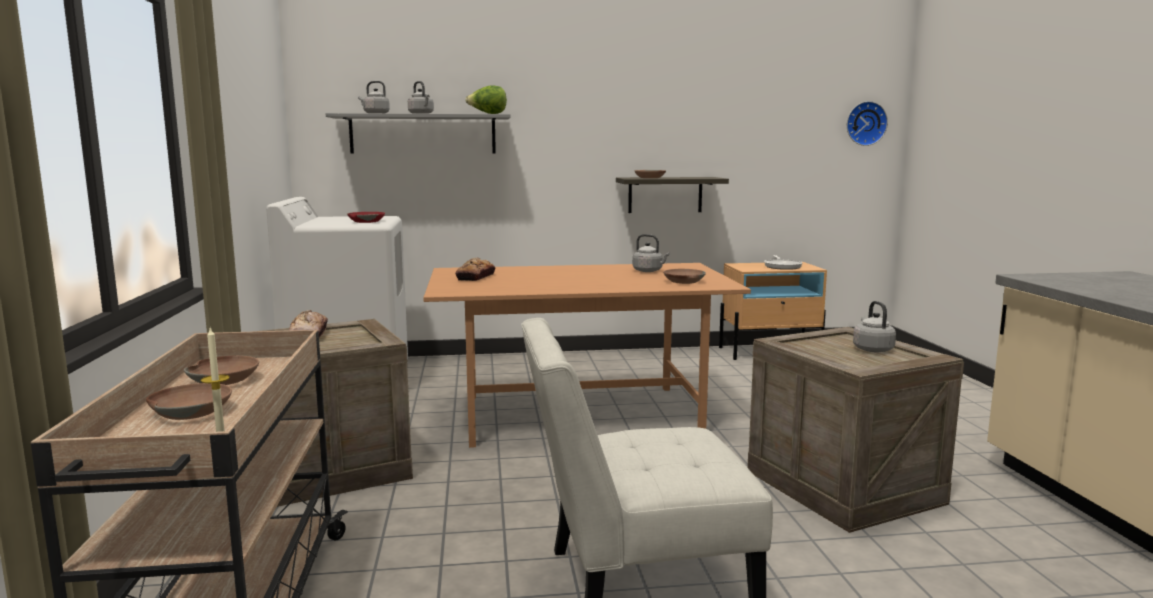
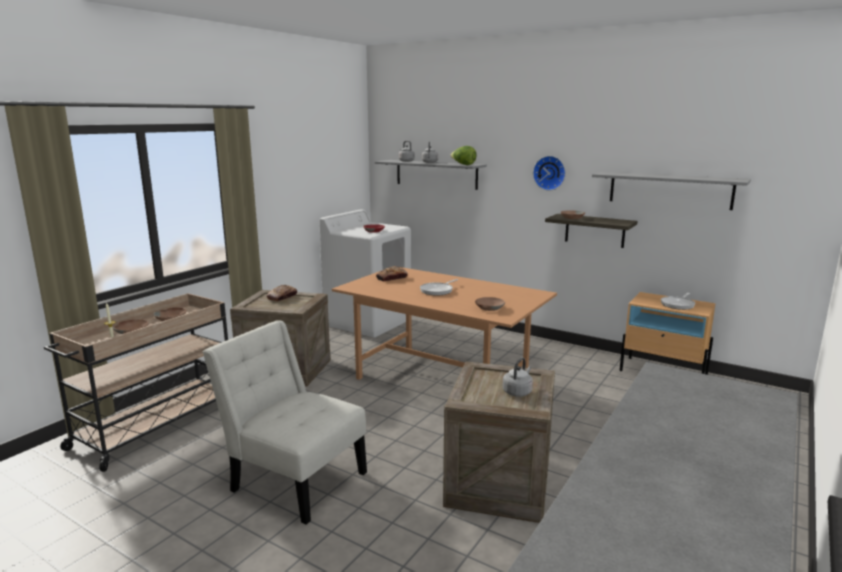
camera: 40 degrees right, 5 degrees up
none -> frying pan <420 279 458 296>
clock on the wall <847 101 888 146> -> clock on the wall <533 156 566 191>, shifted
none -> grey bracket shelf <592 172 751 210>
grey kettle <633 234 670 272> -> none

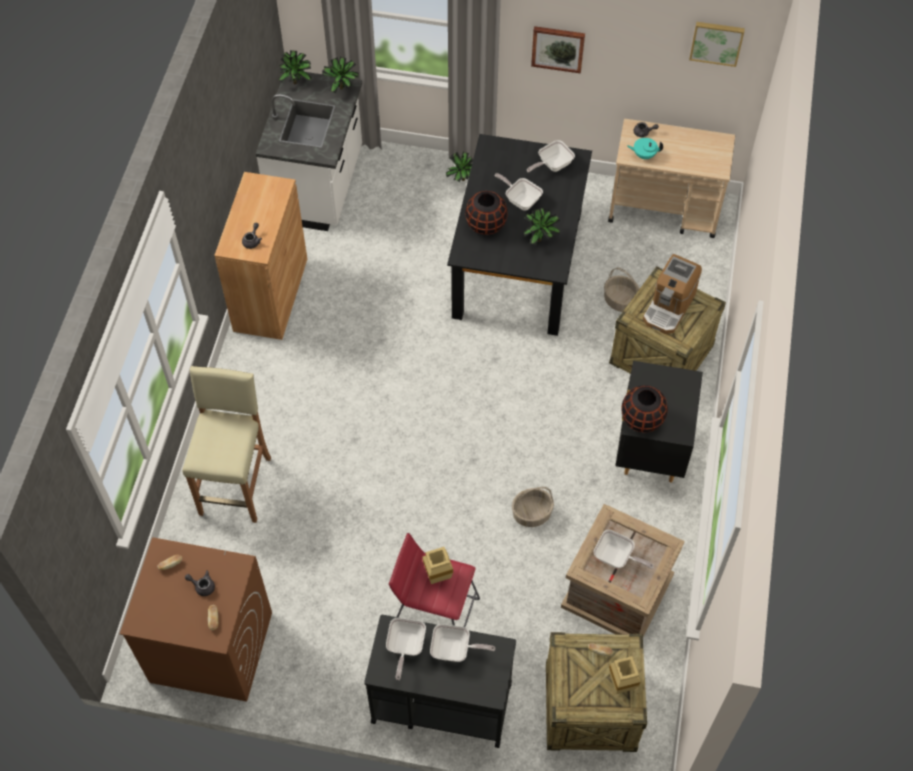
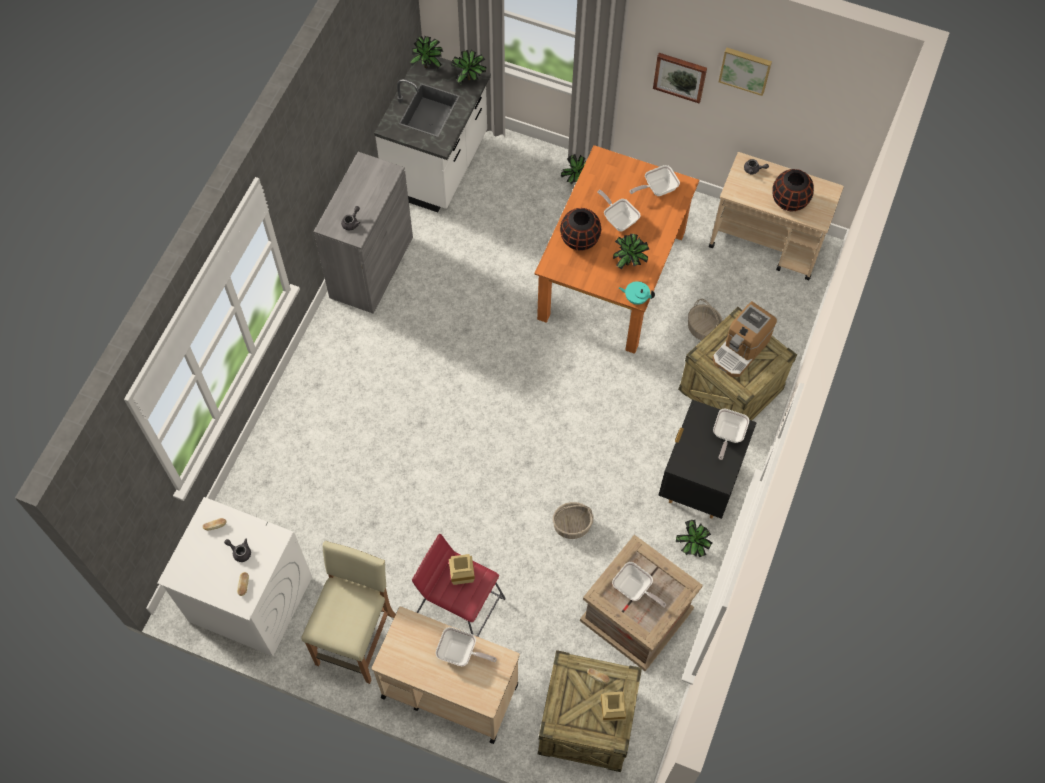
camera: 10 degrees right, 5 degrees up
brown-coloured laundry machine <120 537 272 702> -> white laundry machine <157 497 312 656>
sand-coloured sitting stool <182 366 271 523> -> sand-coloured sitting stool <301 541 396 684>, shifted
brown-coloured cupboard <214 172 307 340> -> grey cupboard <314 152 413 314>
black-coloured cart <364 615 516 748> -> sand-coloured cart <371 607 520 744>
black-coloured dining table <447 134 592 336> -> orangey dining table <534 145 699 354>
turquoise-coloured pot for tea <627 138 663 160> -> turquoise-coloured pot for tea <619 281 655 305>, shifted
none -> plant in a pot <676 520 713 557>
frying pan <386 618 426 680> -> frying pan <713 408 749 460>, shifted
picture <689 22 745 67> -> picture <719 48 772 96>, shifted
black-coloured decorative vase <621 385 668 433> -> black-coloured decorative vase <772 169 814 211>, shifted

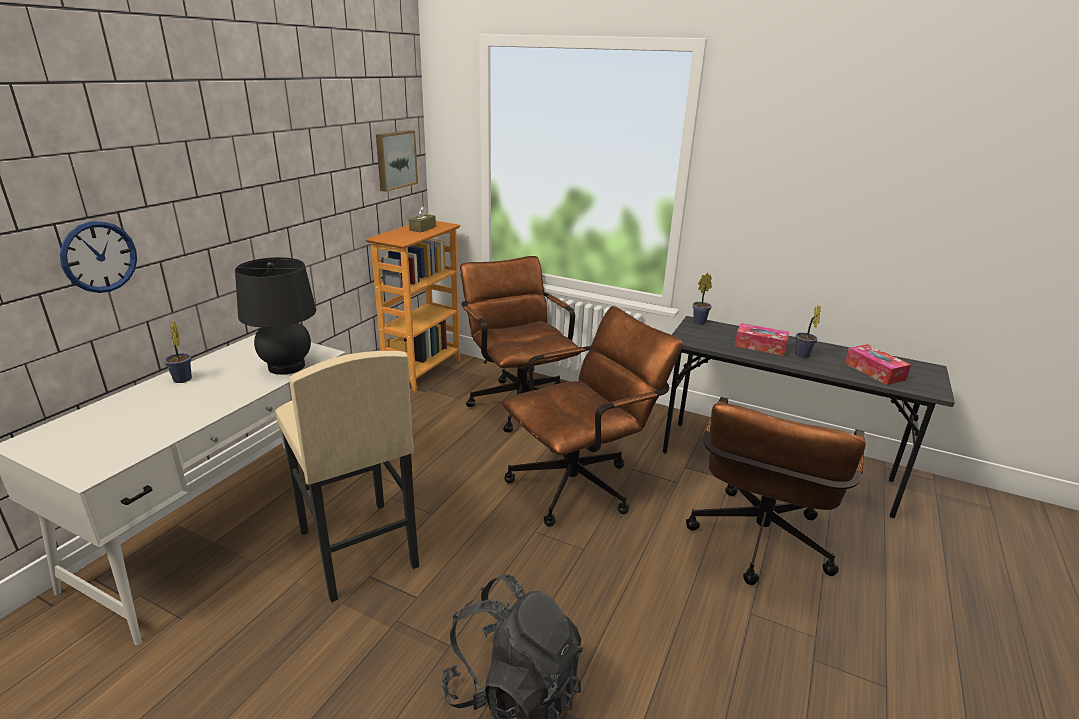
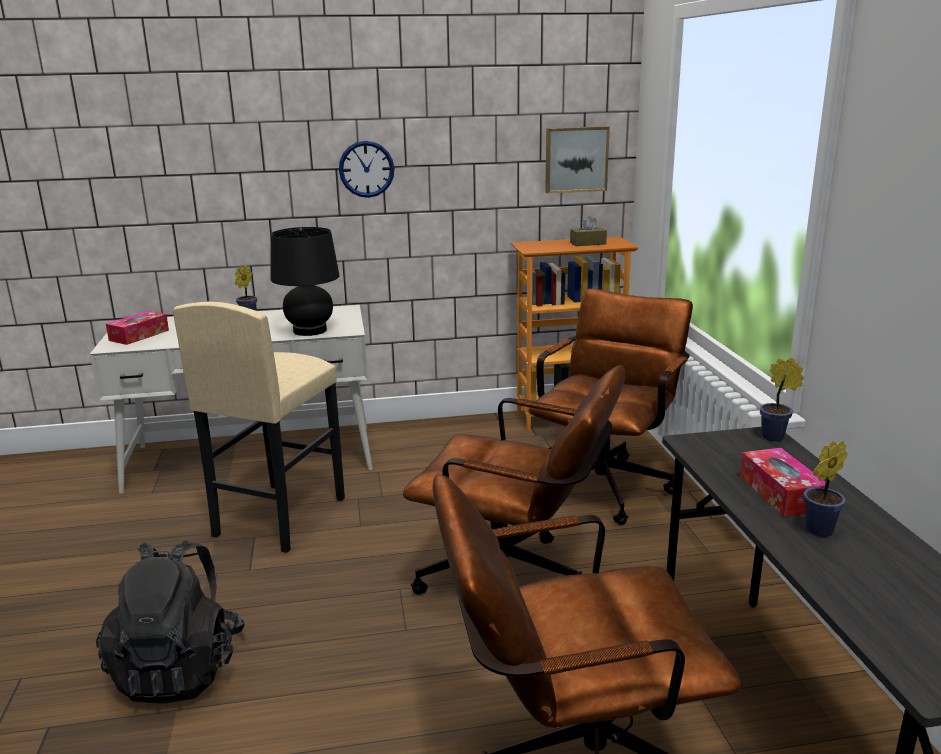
camera: 55 degrees right, 5 degrees down
tissue box <845 344 911 385> -> tissue box <106 311 169 345>, shifted
clock on the wall <60 221 137 293> -> clock on the wall <339 141 394 198>, shifted

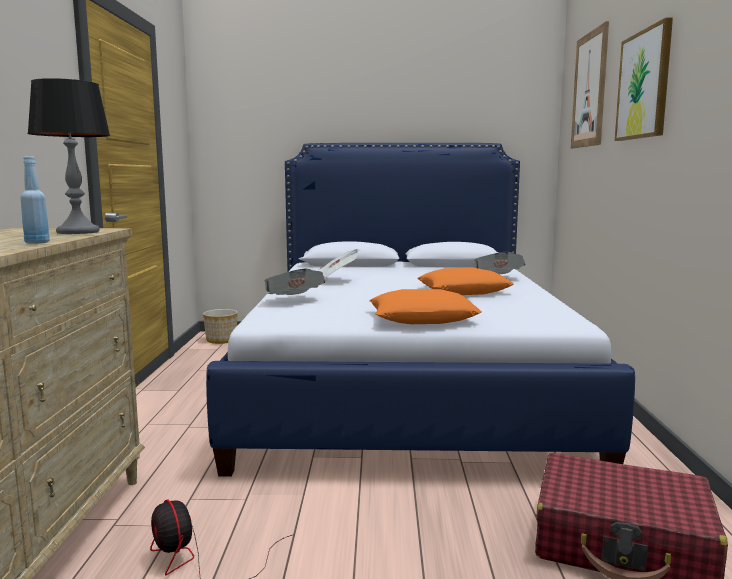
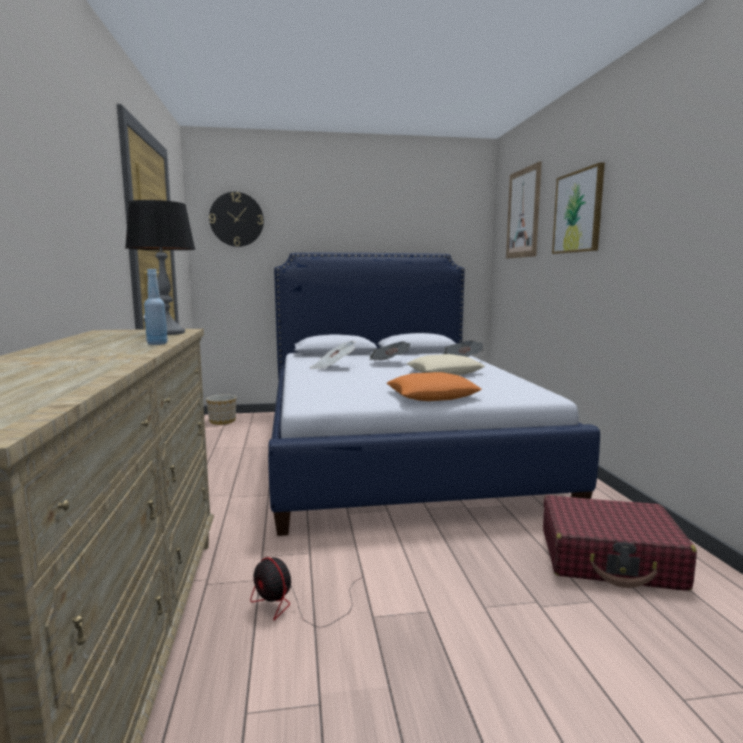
camera: 10 degrees left, 0 degrees up
none -> clock on the wall <209 192 264 247>
newspaper <264 269 326 295> -> newspaper <369 341 411 360>, shifted
orangey pillow <417 268 514 295> -> sand-coloured pillow <406 354 485 375>

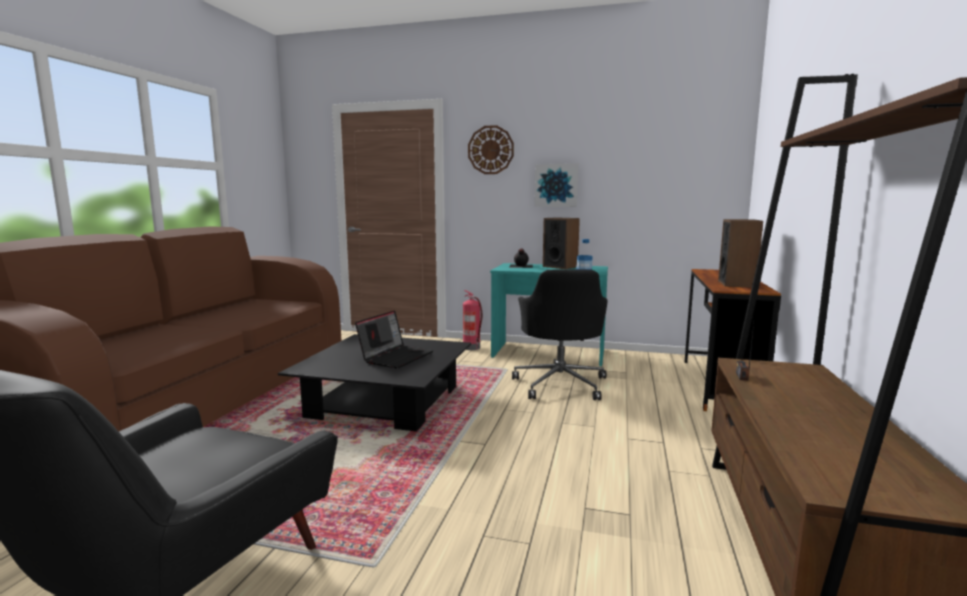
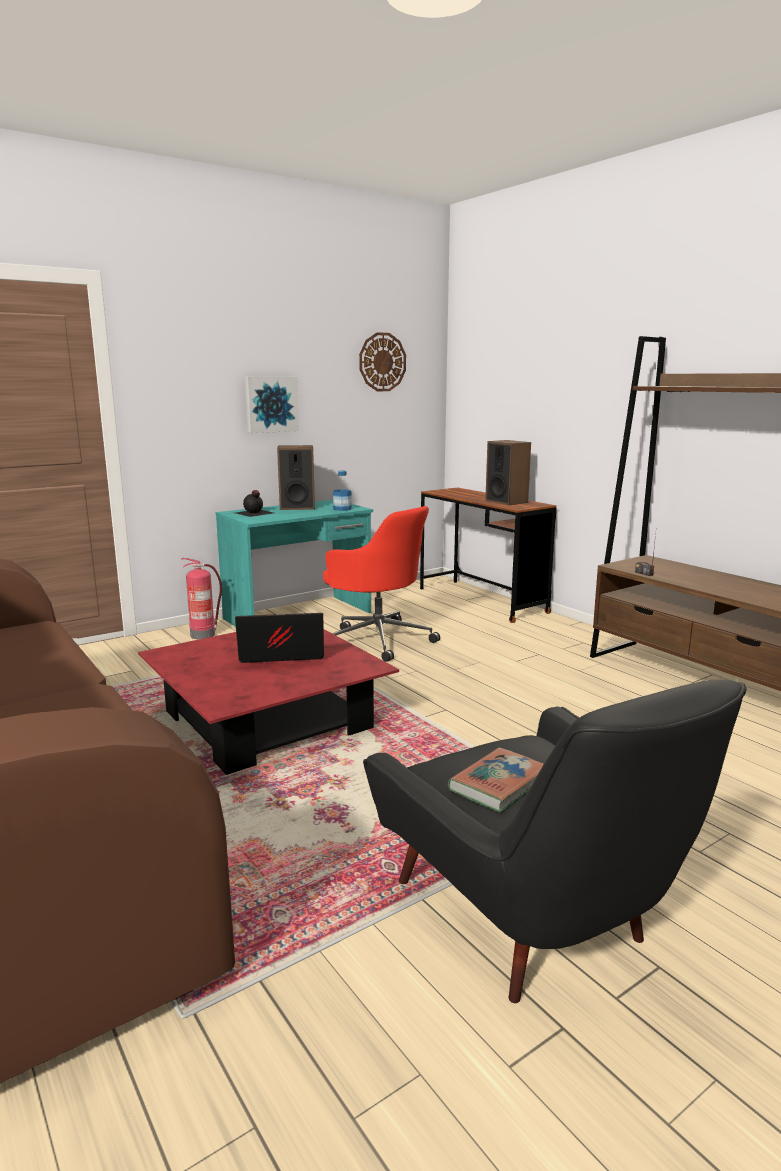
camera: 50 degrees left, 5 degrees up
black-coloured low table <278 334 471 432> -> red-coloured low table <138 629 399 775>
notebook computer <355 310 433 369> -> notebook computer <235 613 324 663>, 75 degrees counterclockwise
black-coloured desk chair <512 269 608 400> -> red-coloured desk chair <323 506 440 662>
clock on the wall <468 125 514 174> -> clock on the wall <359 332 406 391>, shifted
none -> volume <448 748 544 813>

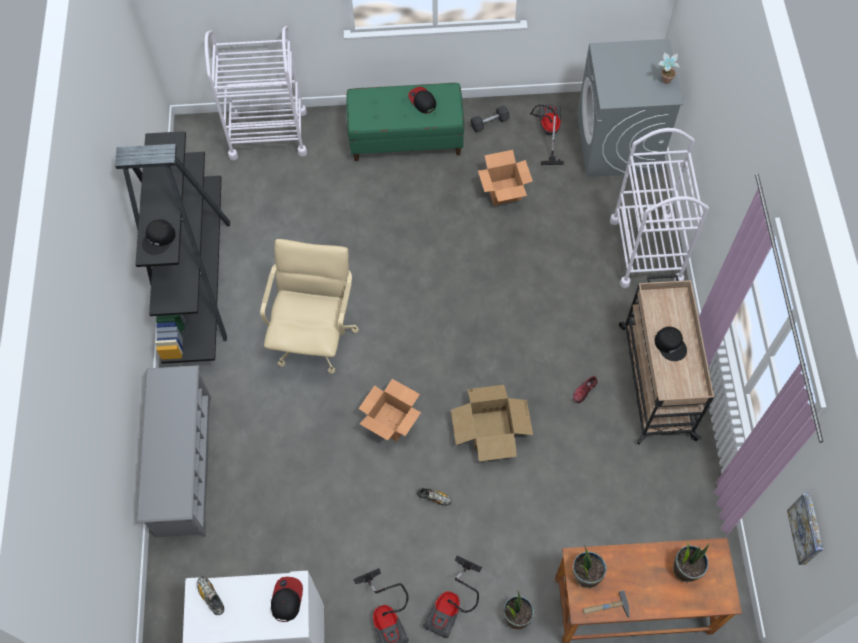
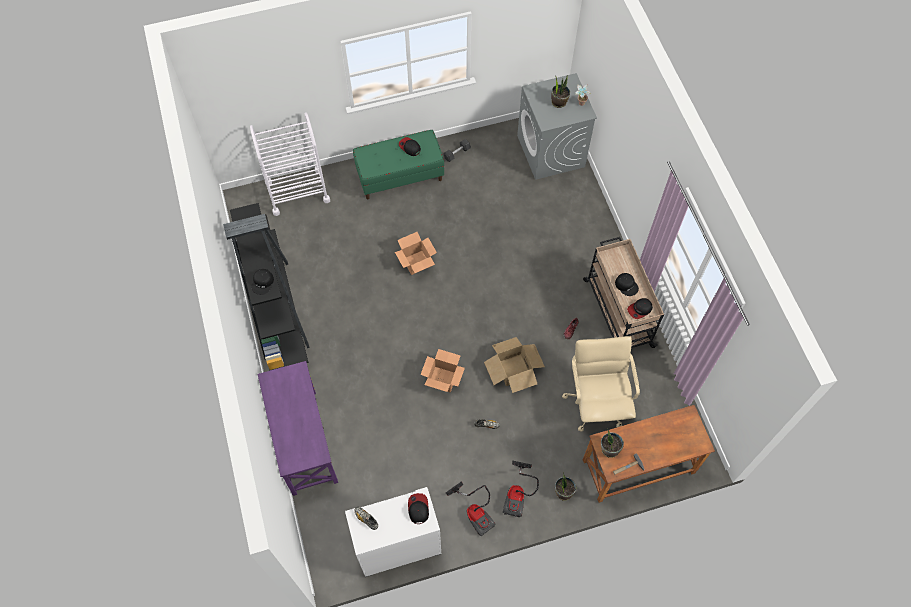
camera: 15 degrees left, 0 degrees up
grey shoe rack <136 365 211 537> -> purplish desk <258 361 338 496>
packing box <478 150 533 205> -> packing box <395 232 437 275>, shifted
plant in a pot <673 542 709 582> -> plant in a pot <551 75 570 108>, shifted
sand-coloured desk chair <260 239 359 374> -> sand-coloured desk chair <562 336 640 431>, shifted
none -> cap <627 298 653 319>
vacuum <530 104 564 165> -> none
white cart <610 128 709 288> -> none
picture <787 493 823 565> -> none

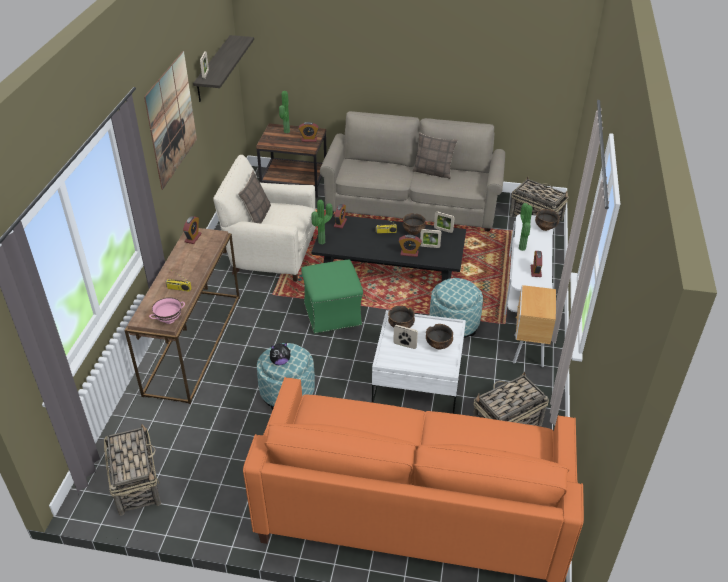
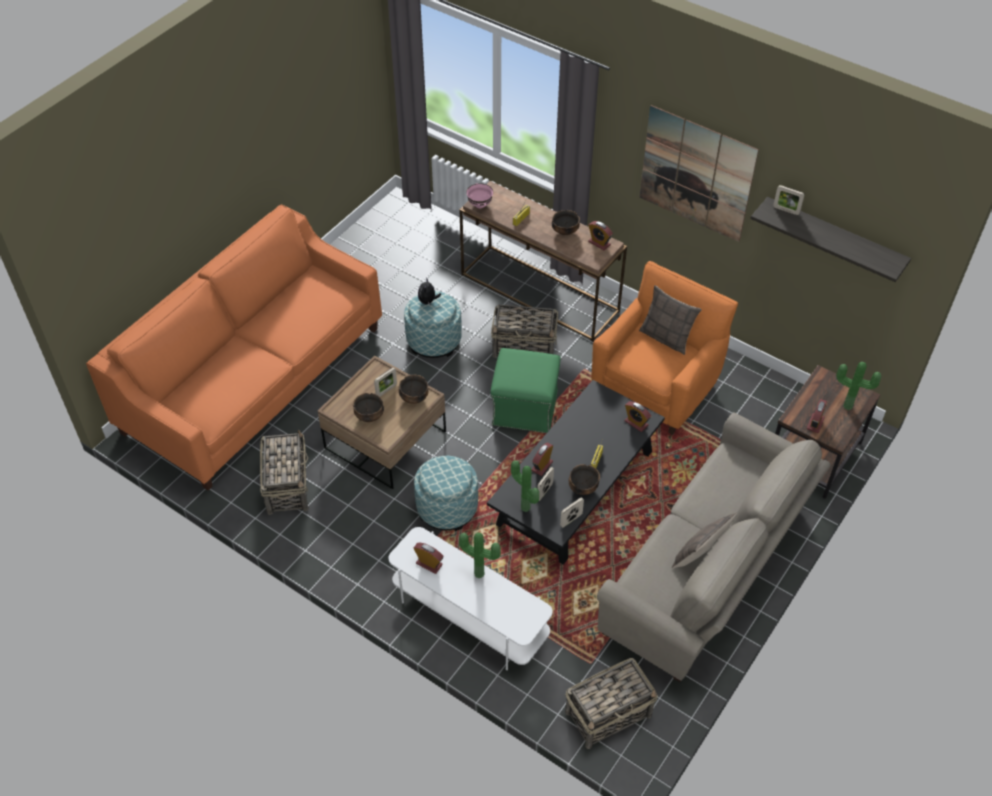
camera: 115 degrees right, 10 degrees up
white low table <372 310 466 414> -> brown-coloured low table <318 355 446 489>
household basket <104 424 161 516> -> household basket <491 305 558 358>, shifted
plant in a pot <312 200 333 244> -> plant in a pot <511 460 539 512>, shifted
serving bowl <535 209 560 231> -> serving bowl <552 210 580 235>, shifted
sand-coloured lounge chair <213 155 315 282> -> orangey lounge chair <592 261 738 435>
brown-coloured night table <513 285 556 367> -> none

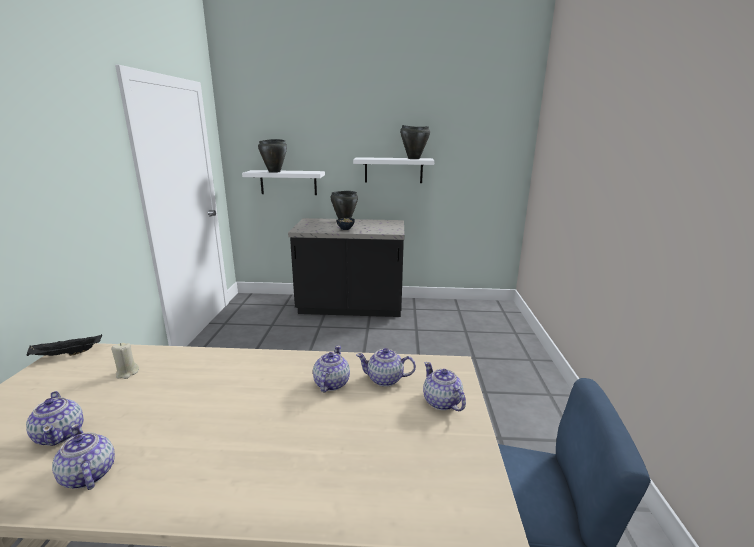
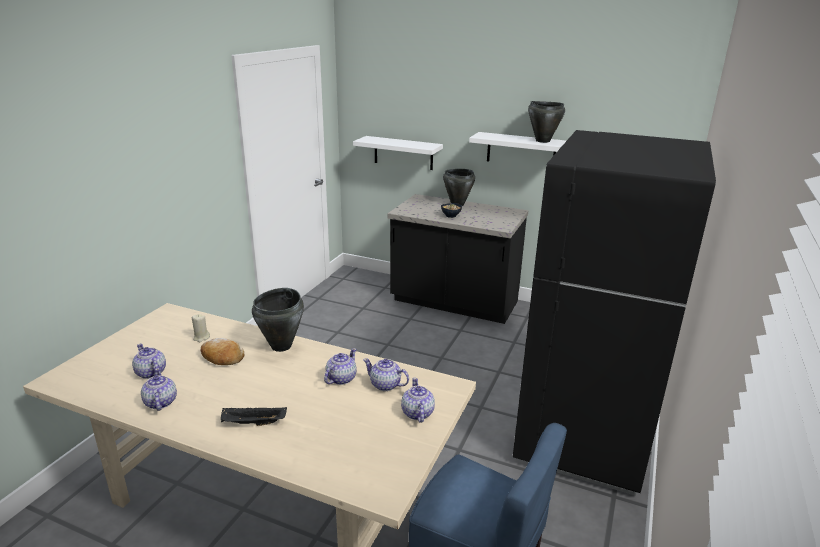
camera: 20 degrees right, 5 degrees up
pot for tea <26 391 84 446> -> pot for tea <132 344 166 379>, 150 degrees clockwise
none -> bread <201 338 245 365>
black-coloured serving tray <27 334 102 356> -> black-coloured serving tray <221 407 287 426>, shifted
black-coloured saucepot <258 139 287 173> -> black-coloured saucepot <252 288 304 352>, shifted
none -> black-coloured kitchen fridge <513 130 716 496>

